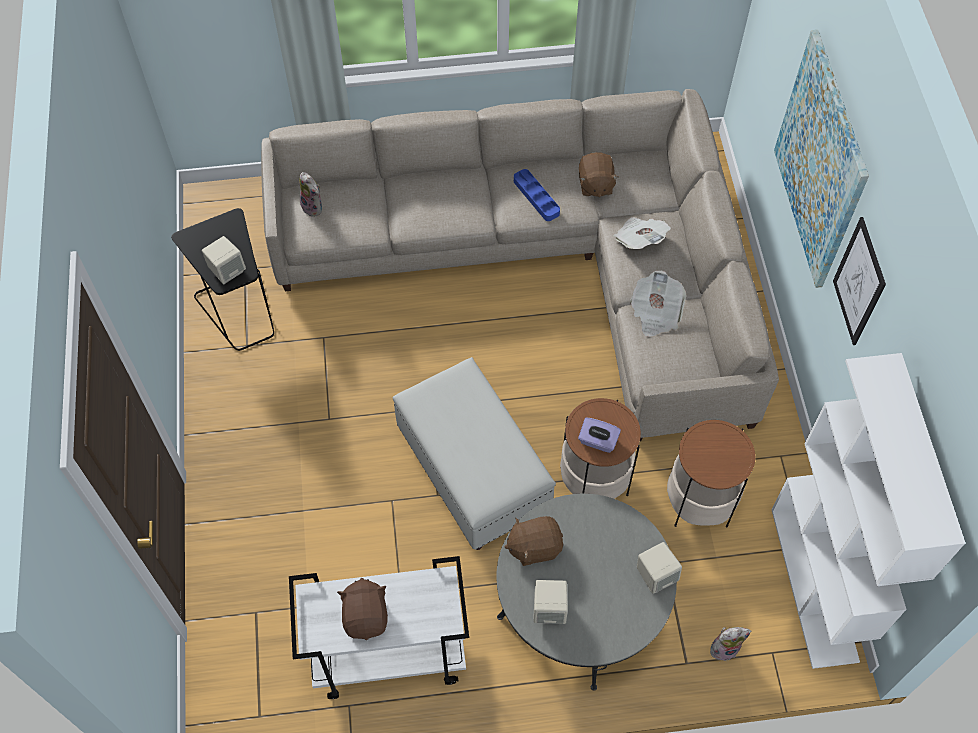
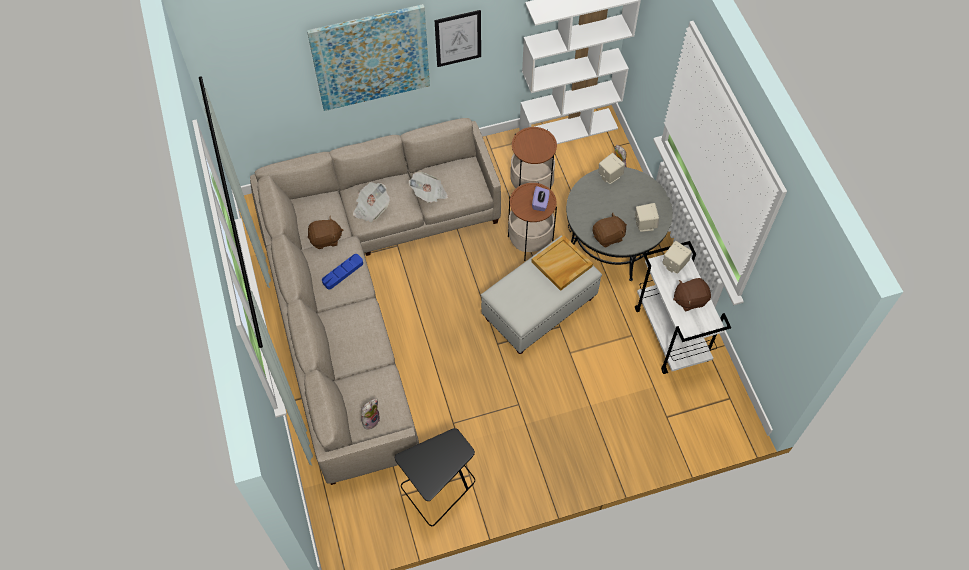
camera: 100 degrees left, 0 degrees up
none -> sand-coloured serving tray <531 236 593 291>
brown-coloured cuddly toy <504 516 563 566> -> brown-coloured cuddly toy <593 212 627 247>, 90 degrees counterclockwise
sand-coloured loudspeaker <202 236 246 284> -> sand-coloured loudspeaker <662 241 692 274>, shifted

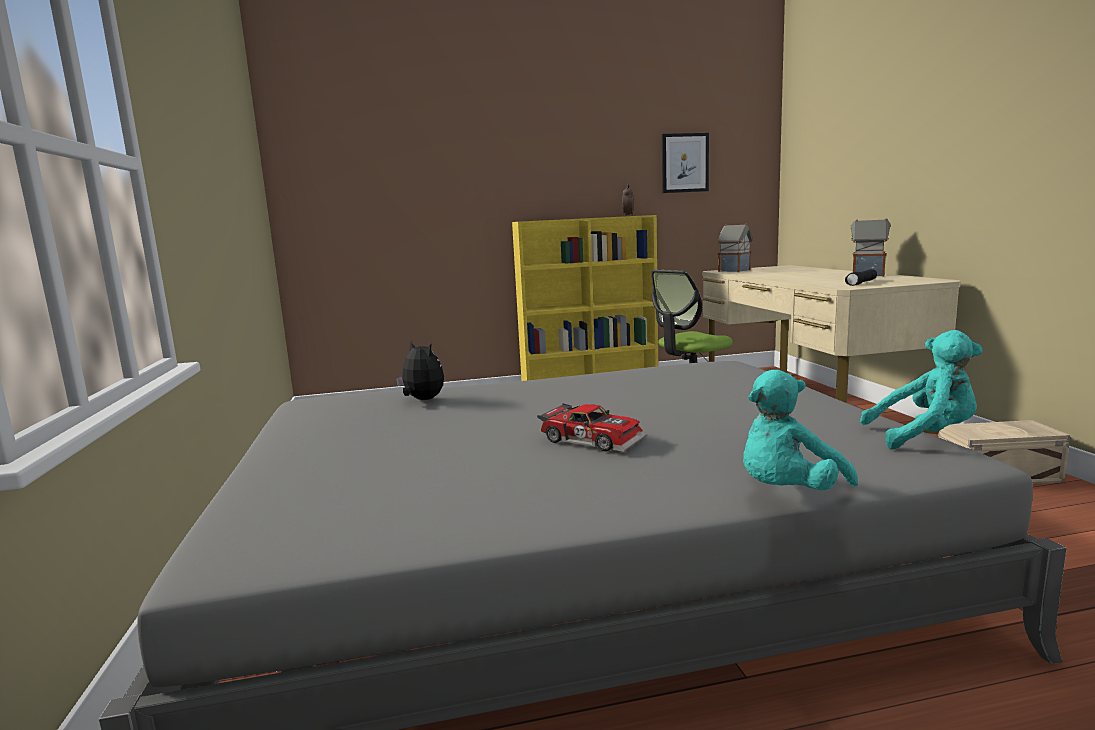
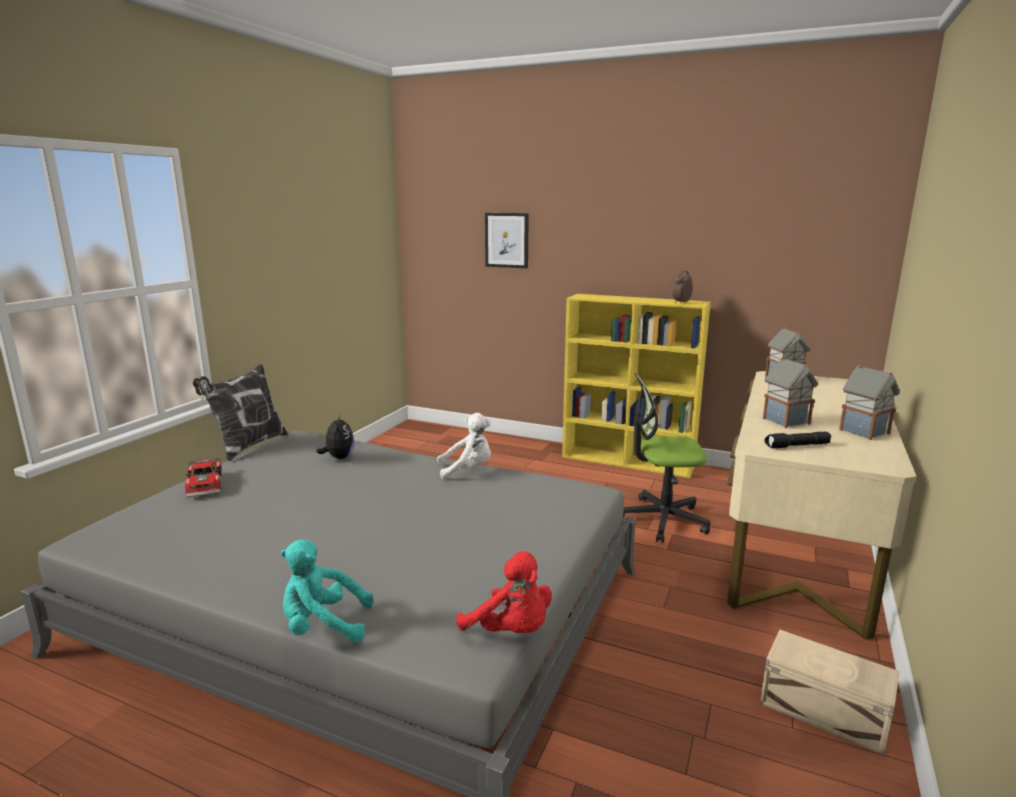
camera: 35 degrees right, 5 degrees up
toy car <537 403 646 452> -> toy car <185 458 222 498>, shifted
none -> pillow <193 364 289 461>
none -> white cuddly toy <437 413 491 480>
turquoise-coloured cuddly toy <860 330 983 450> -> red-coloured cuddly toy <457 551 552 633>
picture <662 133 709 193> -> picture <485 213 529 268>, shifted
none -> model house <763 357 819 428>

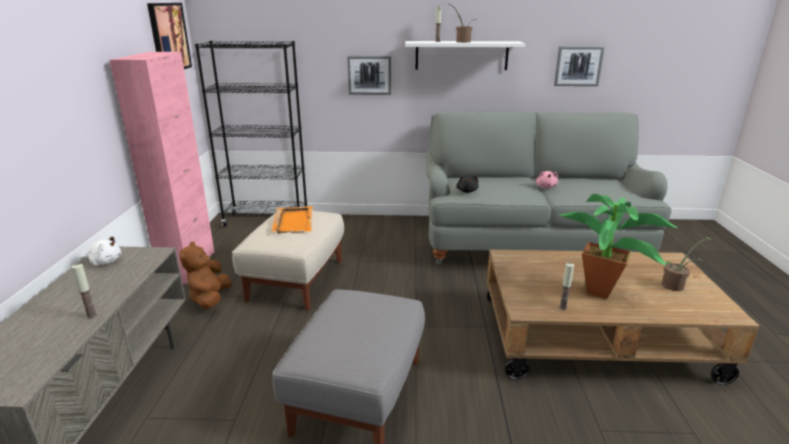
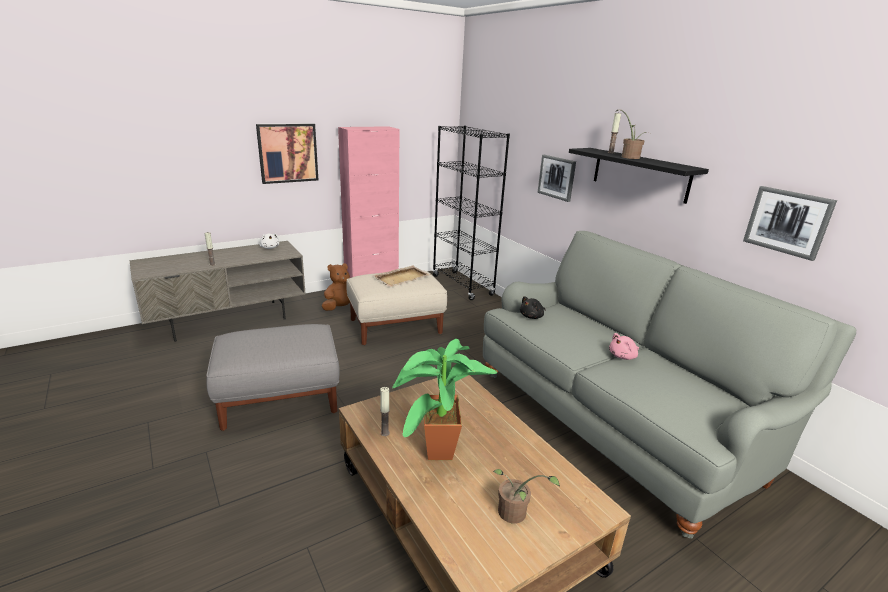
camera: 55 degrees right, 0 degrees up
picture <147 3 192 69> -> picture <256 124 318 184>, shifted
orangey serving tray <272 206 313 233> -> sand-coloured serving tray <373 265 431 287>
white bracket shelf <405 41 525 70> -> black-coloured bracket shelf <569 148 709 204>

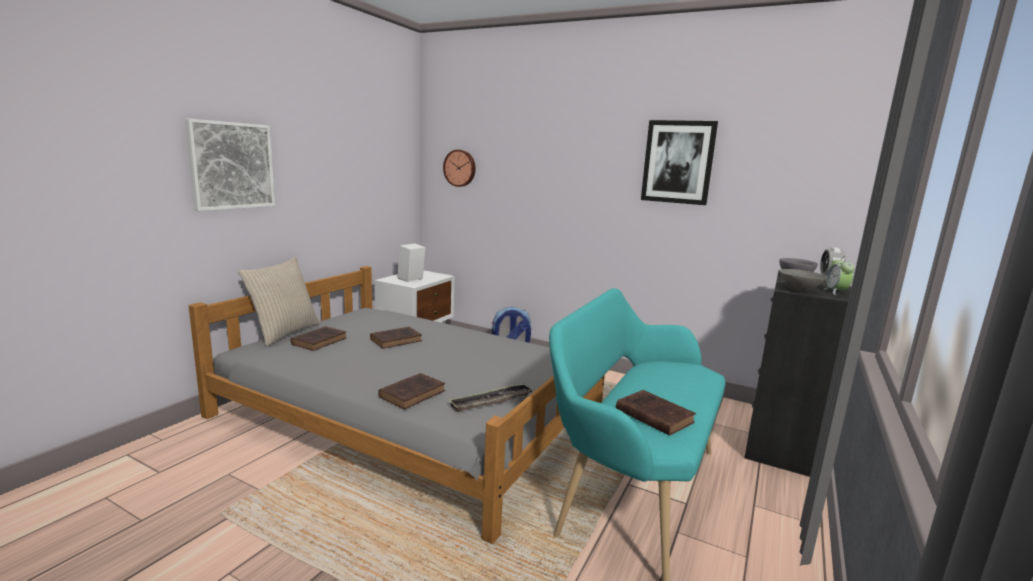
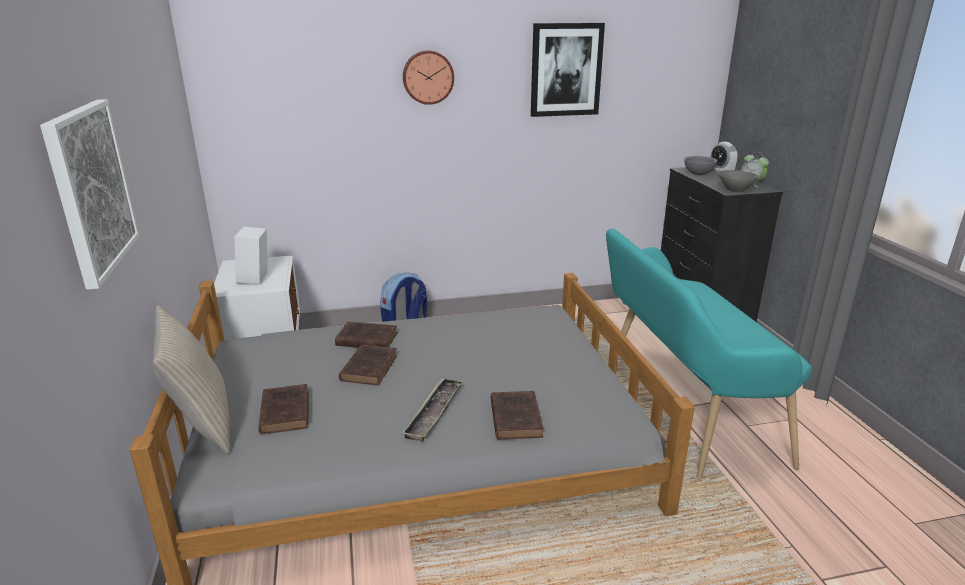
camera: 40 degrees left, 10 degrees up
brown-coloured volume <616 390 696 436> -> brown-coloured volume <335 322 398 348>, shifted
serving tray <449 383 533 412> -> serving tray <402 378 463 441>, shifted
clock on the wall <443 150 476 187> -> clock on the wall <403 50 454 105>, shifted

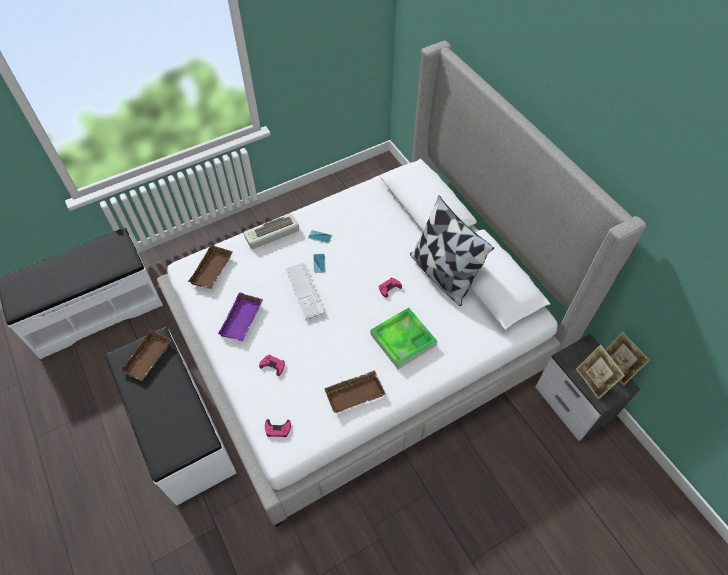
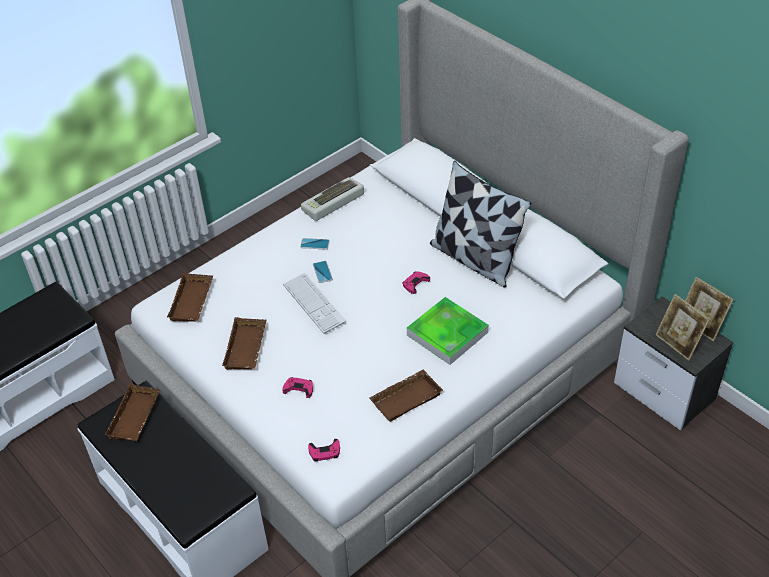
camera: 10 degrees left, 10 degrees down
purplish serving tray <218 292 263 342> -> brown-coloured serving tray <222 317 266 370>
keyboard <243 214 299 249> -> keyboard <301 177 364 221>, shifted

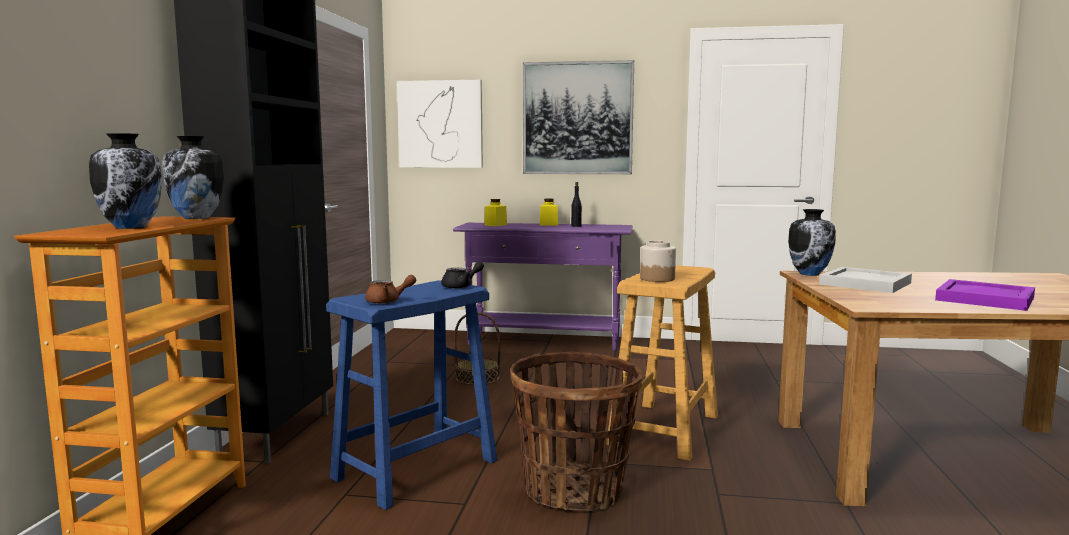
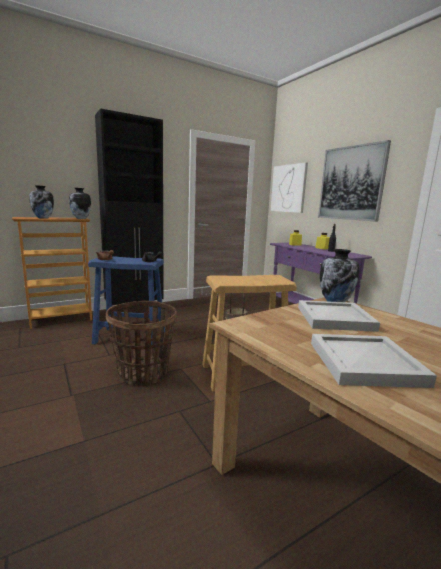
camera: 50 degrees right, 5 degrees up
purplish serving tray <935 279 1035 311> -> white serving tray <311 334 437 388>
preserve jar <640 241 676 282> -> none

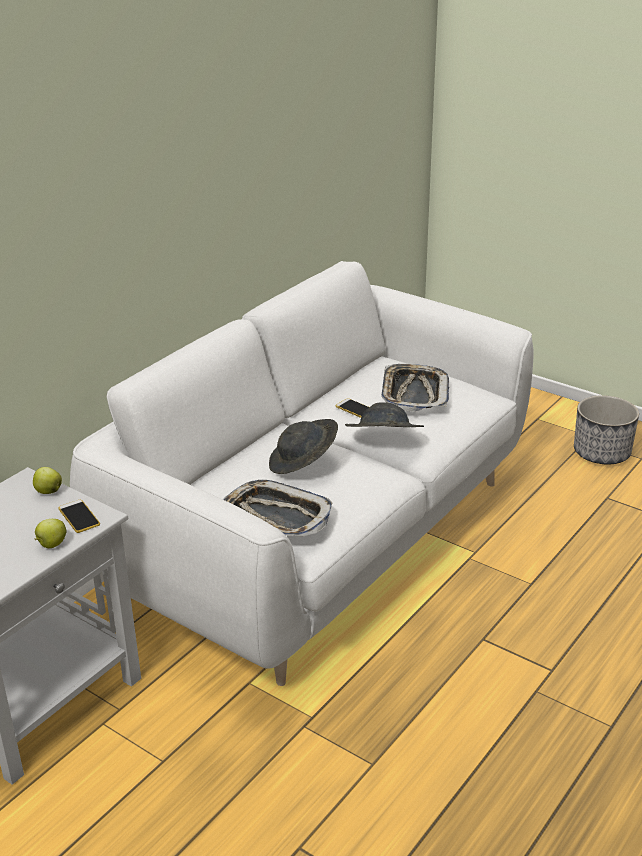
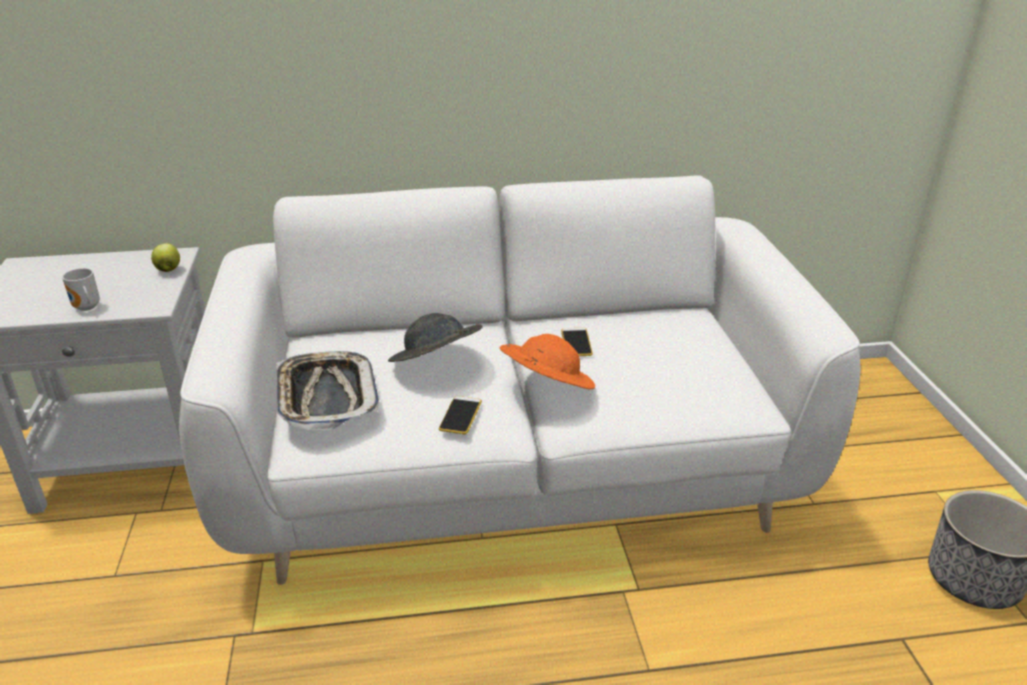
camera: 45 degrees right, 0 degrees up
apple fruit <35 519 67 548> -> mug <62 268 100 311>
handset <58 500 100 533> -> handset <439 396 482 434>, shifted
grey clothing hat <345 402 424 427> -> orangey clothing hat <499 334 595 389>
serving tray <381 364 449 412> -> none

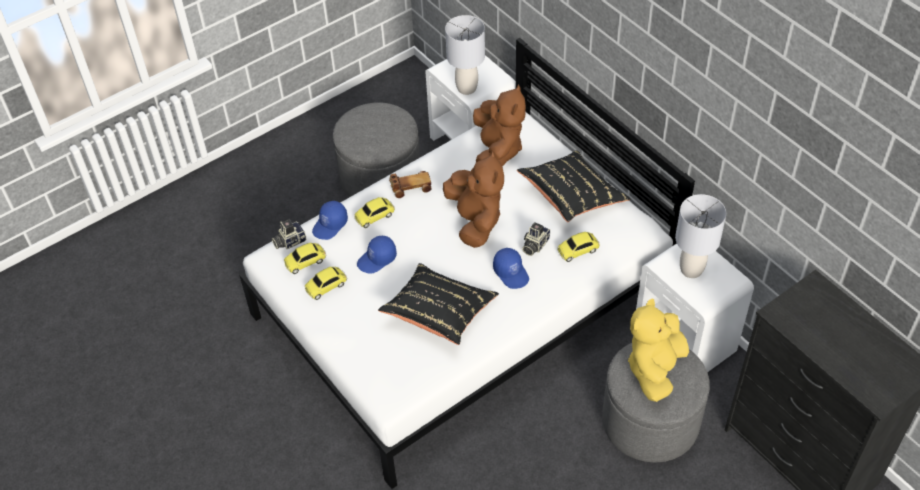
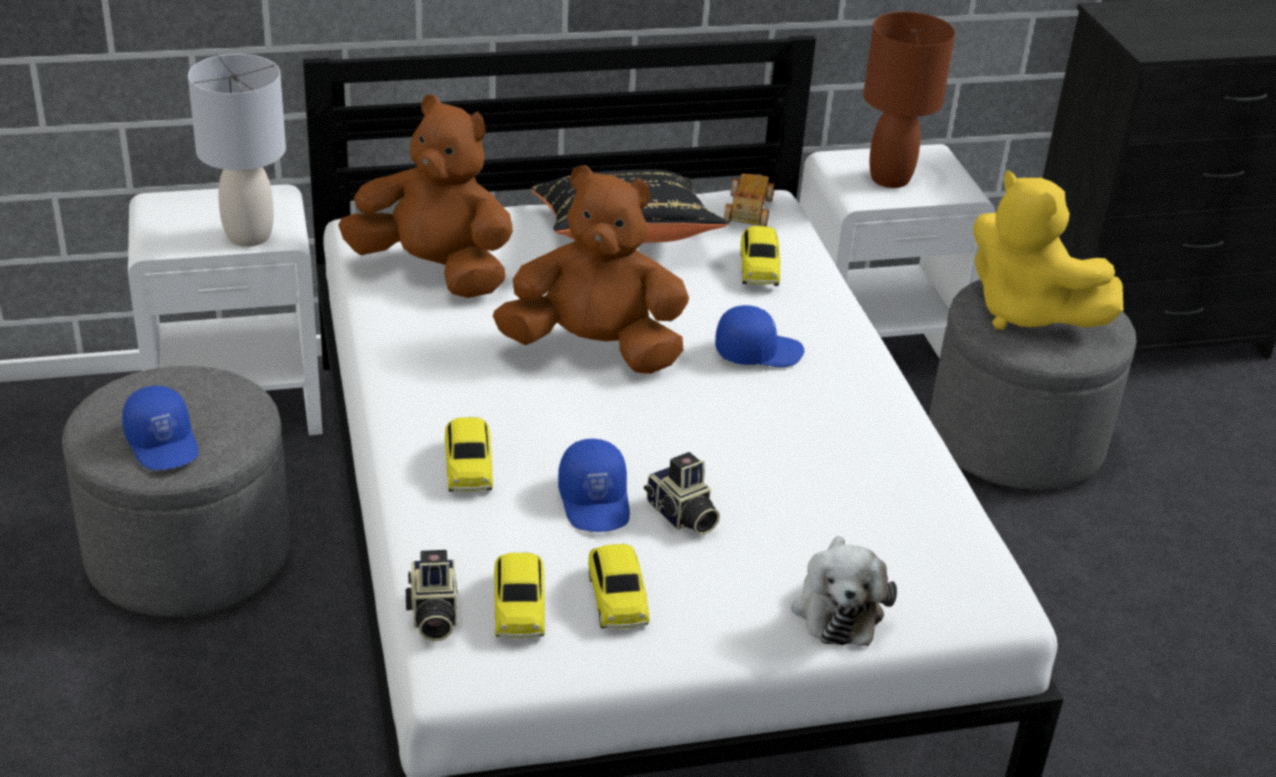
camera: 70 degrees left, 15 degrees down
blue-coloured cap <312 201 348 240> -> blue-coloured cap <122 386 198 470>, shifted
still camera <522 222 550 256> -> still camera <644 452 720 535>, shifted
toy car <389 171 432 198> -> toy car <724 173 774 226>, shifted
none -> cuddly toy <791 536 897 646>
grey table lamp <675 194 726 278> -> brown-coloured table lamp <863 12 955 188>
black-coloured pillow <378 263 499 345> -> none

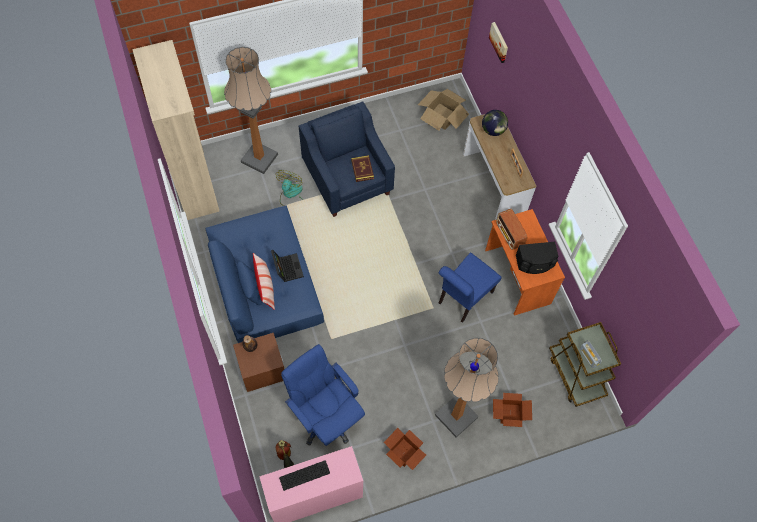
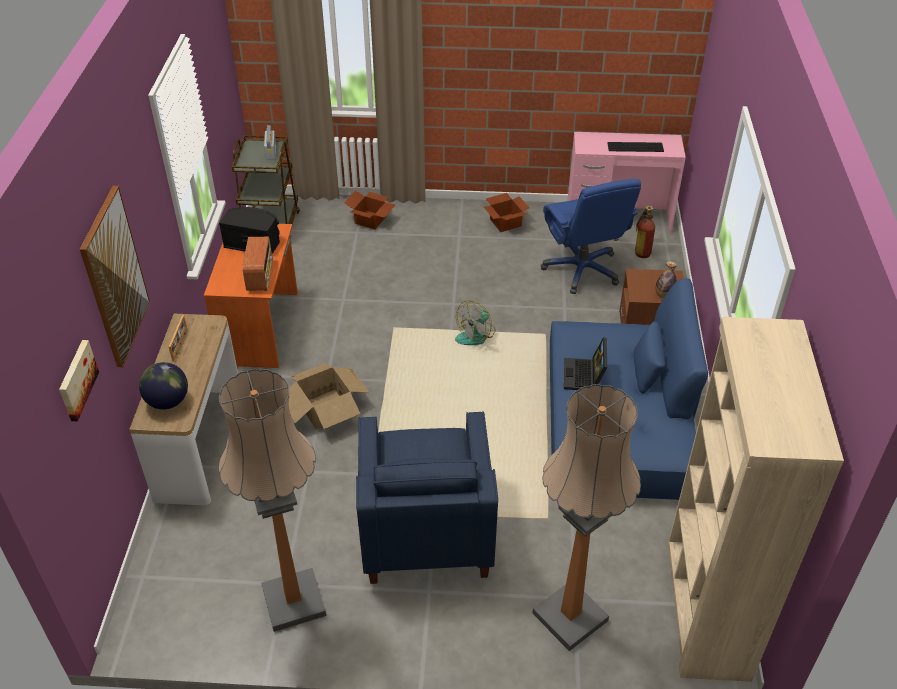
camera: 155 degrees left, 20 degrees down
none -> picture <80 186 150 368>
standard lamp <435 338 499 437> -> standard lamp <218 369 326 632>, shifted
packing box <418 89 469 131> -> packing box <289 363 370 429>, shifted
fan <276 170 303 207> -> fan <455 301 496 345>, shifted
pillow <253 253 275 310> -> none
volume <351 155 374 182> -> none
blue-coloured upright chair <439 252 502 323> -> none

